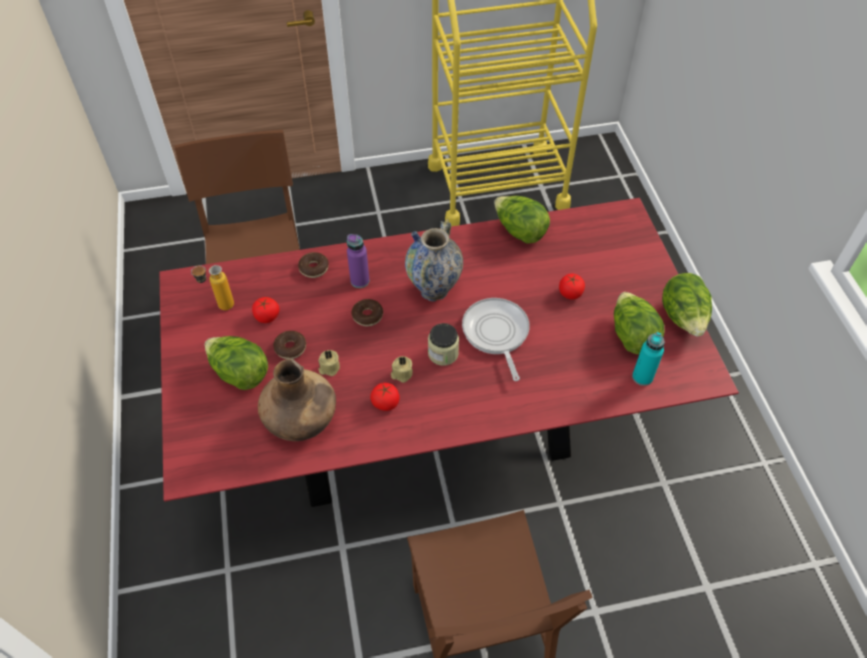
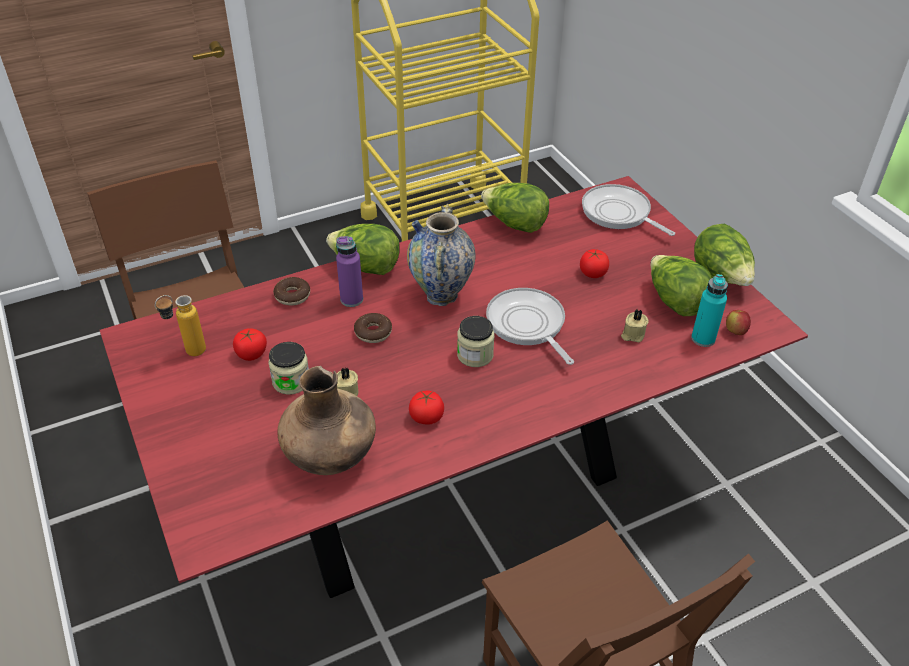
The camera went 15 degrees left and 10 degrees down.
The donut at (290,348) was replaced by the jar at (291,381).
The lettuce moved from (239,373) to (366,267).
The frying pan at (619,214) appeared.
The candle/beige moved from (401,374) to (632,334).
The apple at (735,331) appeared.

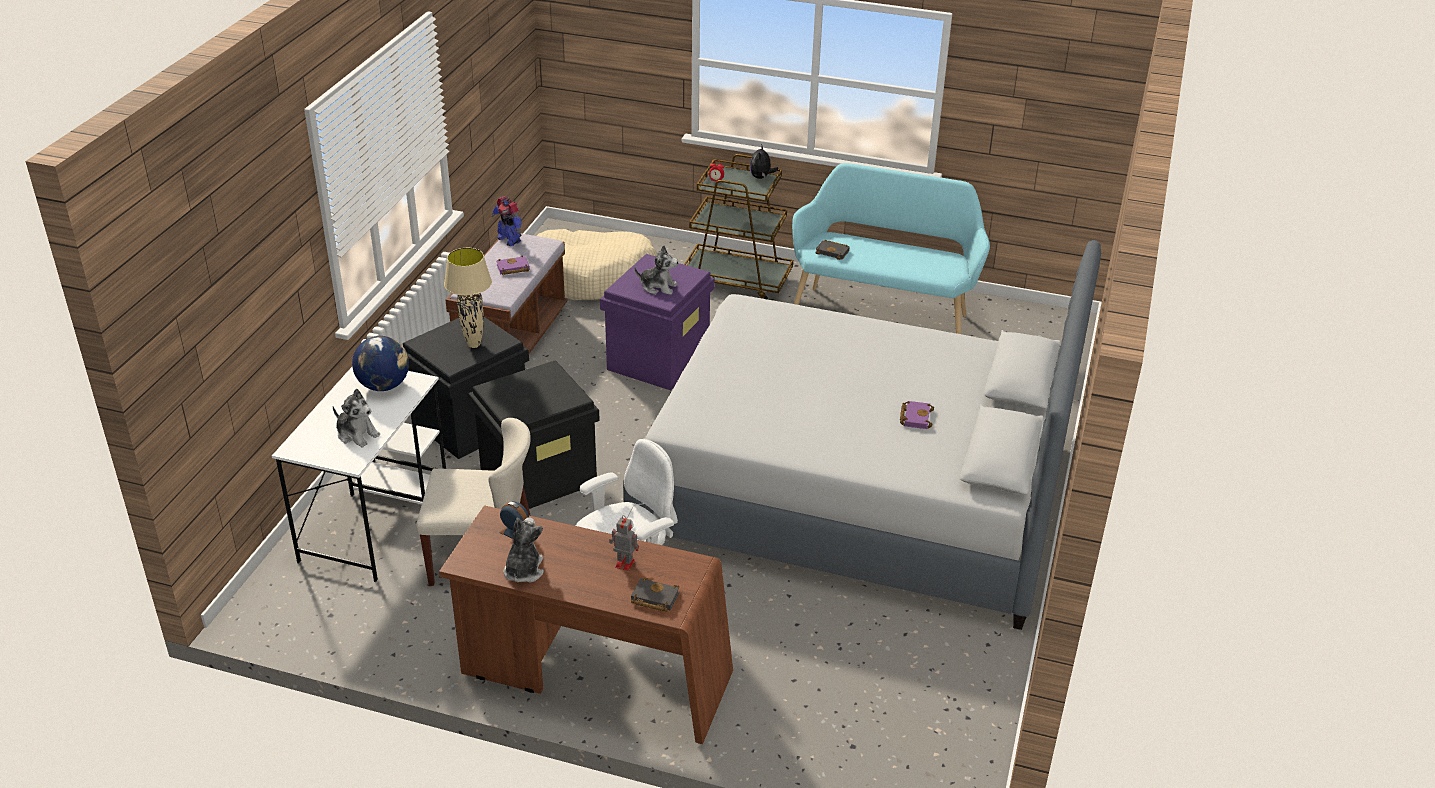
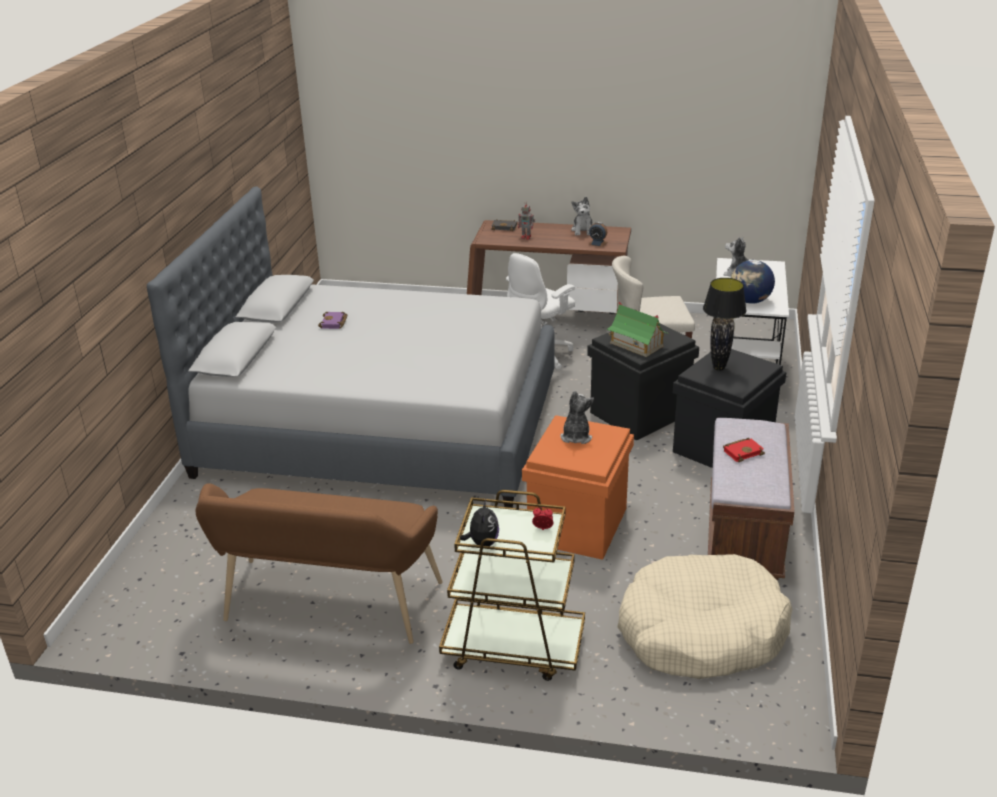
The camera went 175 degrees right and 5 degrees down.
The bench/turquoise at (883,317) became the bench/brown at (327,607).
The storage box/purple at (658,358) became the storage box/orange at (578,526).
The plush toy at (658,287) turned 90 degrees clockwise.
The toy house at (636,344) appeared.
The table lamp/beige at (474,345) became the table lamp/black at (718,368).
The book/purple at (512,269) became the book/red at (743,452).
The toy robot at (509,239) disappeared.
The book/black at (833,252) disappeared.

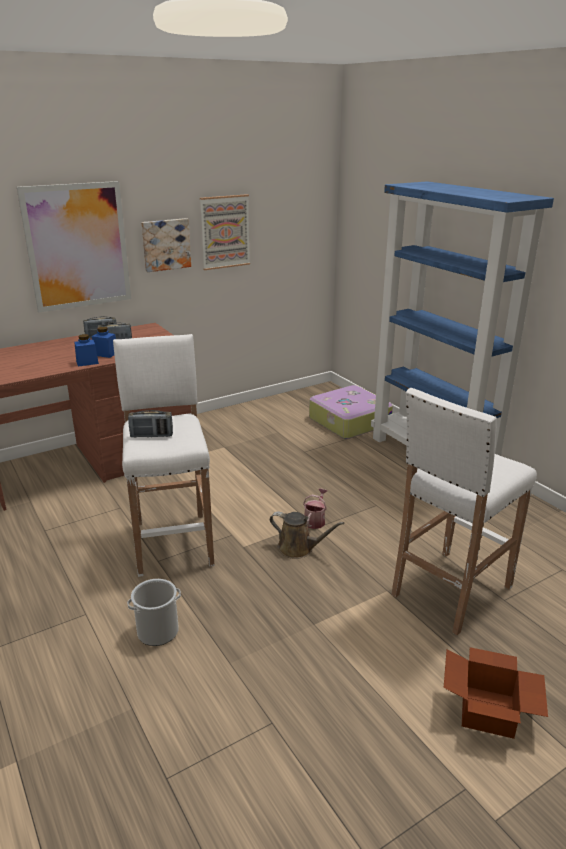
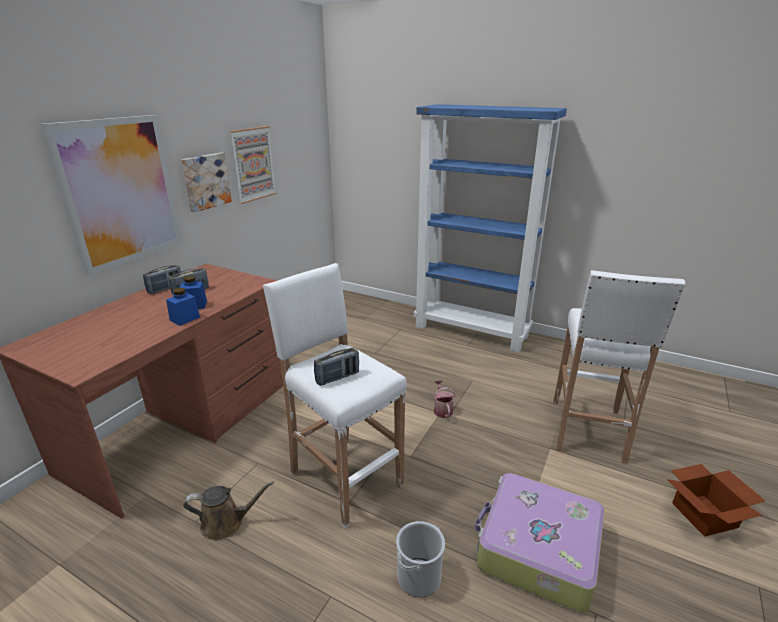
The camera went 30 degrees left and 0 degrees up.
The watering can/brown moved from (298,548) to (226,523).
The suitcase moved from (348,421) to (536,549).

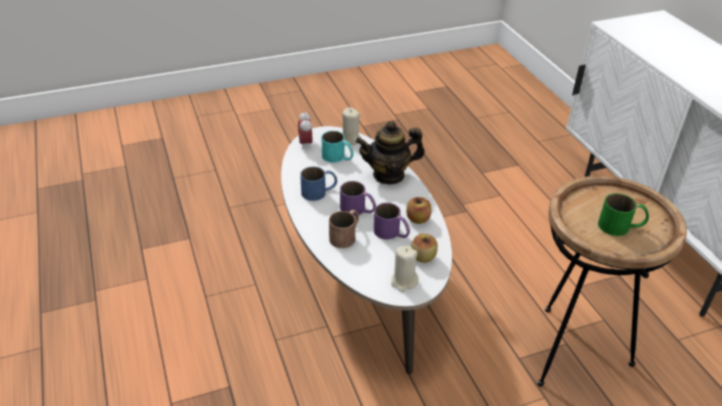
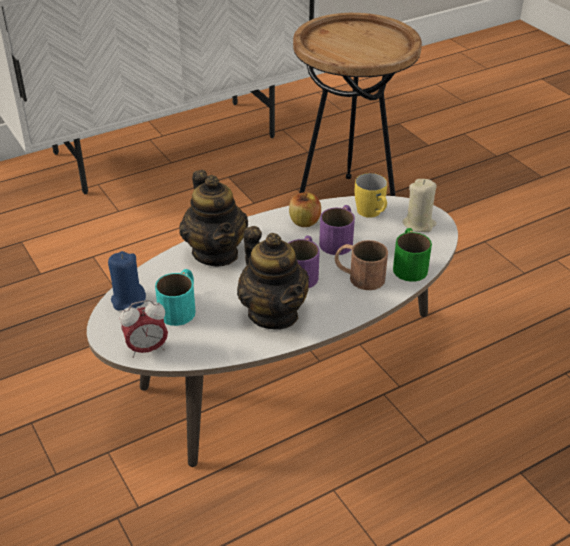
The camera went 100 degrees left and 0 degrees up.
The candle/beige at (350,139) became the candle/blue at (128,300).
The mug/blue at (319,192) was replaced by the teapot at (273,313).
The apple at (423,257) was replaced by the mug/yellow at (372,214).
The mug/green moved from (621,226) to (408,264).

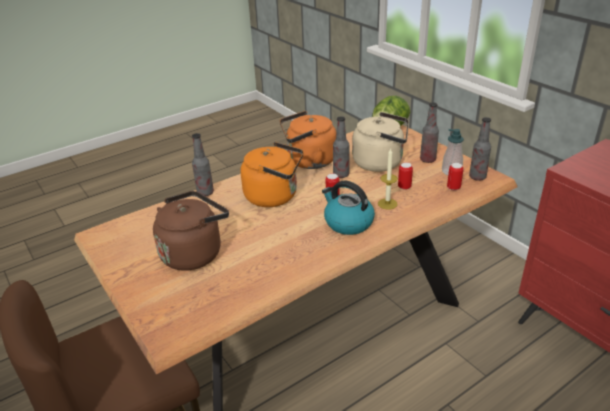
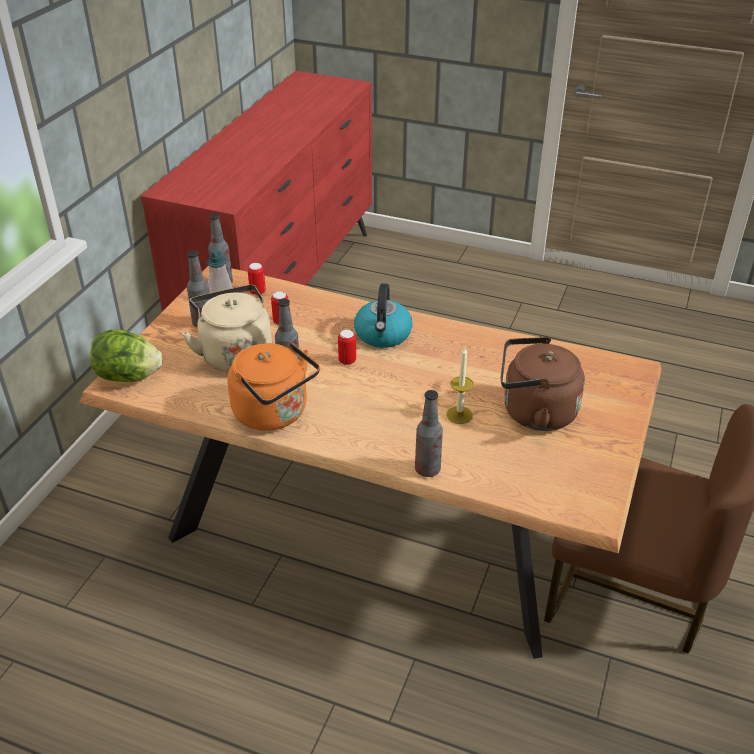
The camera went 125 degrees left and 5 degrees up.
The candle moved from (387,204) to (459,415).
The kettle/orange at (274,196) disappeared.

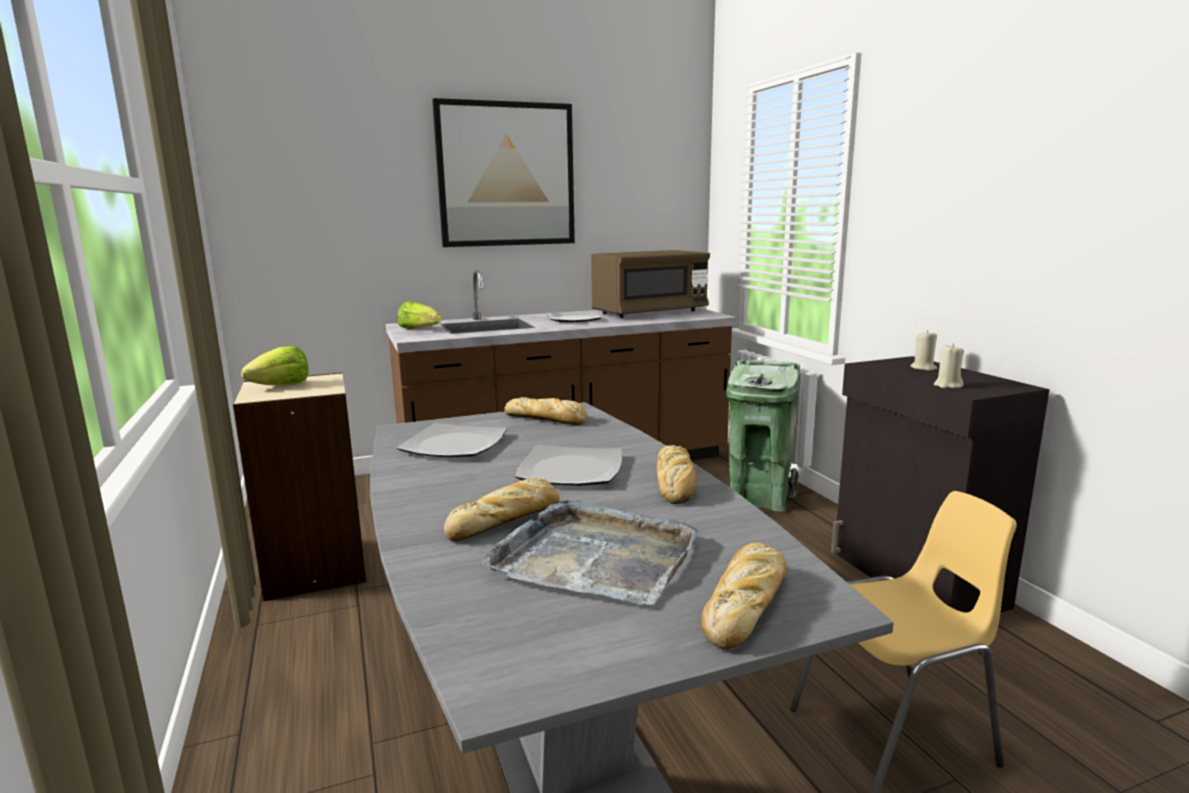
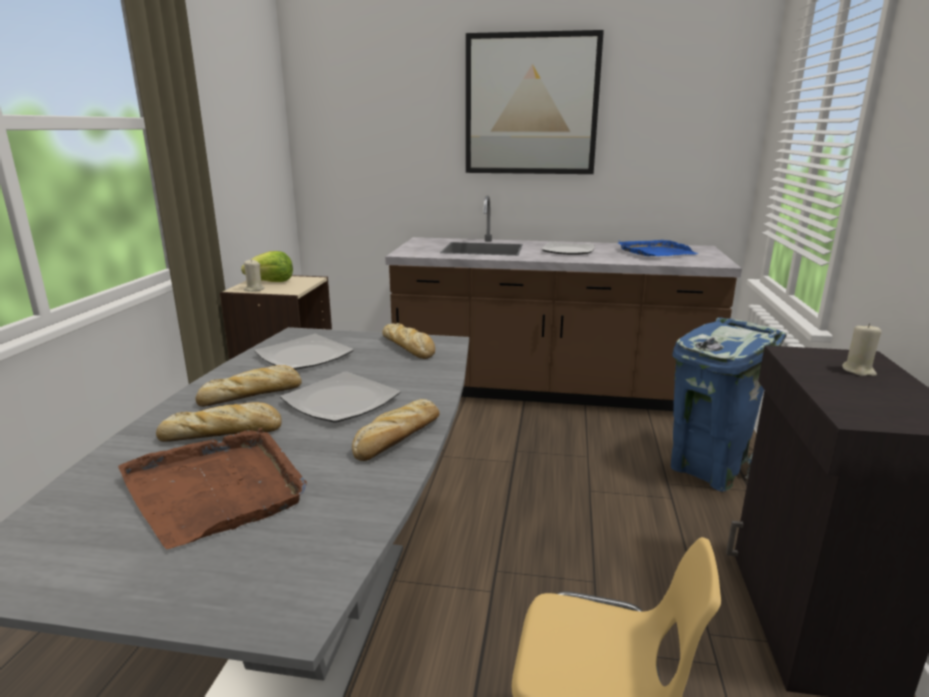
The camera went 30 degrees right and 5 degrees up.
The tray/grey at (595,557) became the tray/brown at (217,489).
The bread moved from (746,602) to (253,394).
The candle/beige moved from (947,385) to (254,289).
The microwave/brown at (650,313) was replaced by the tray/blue at (655,252).
The trash can/green at (759,498) became the trash can/blue at (709,469).
The lettuce at (419,329) disappeared.

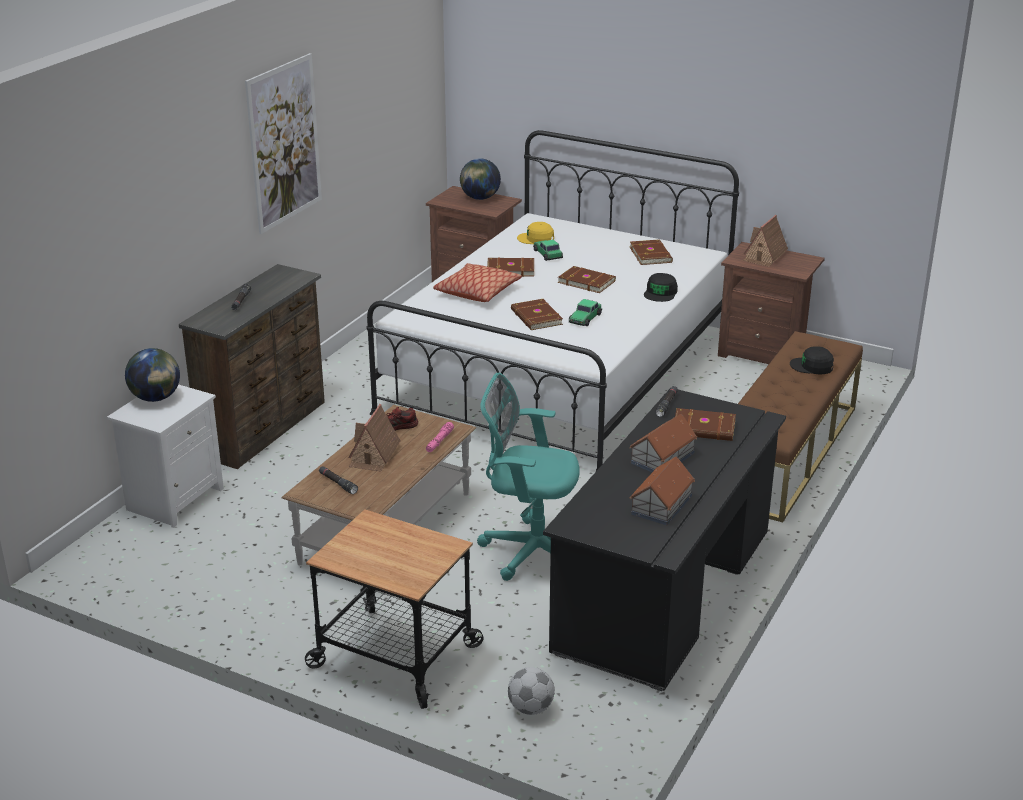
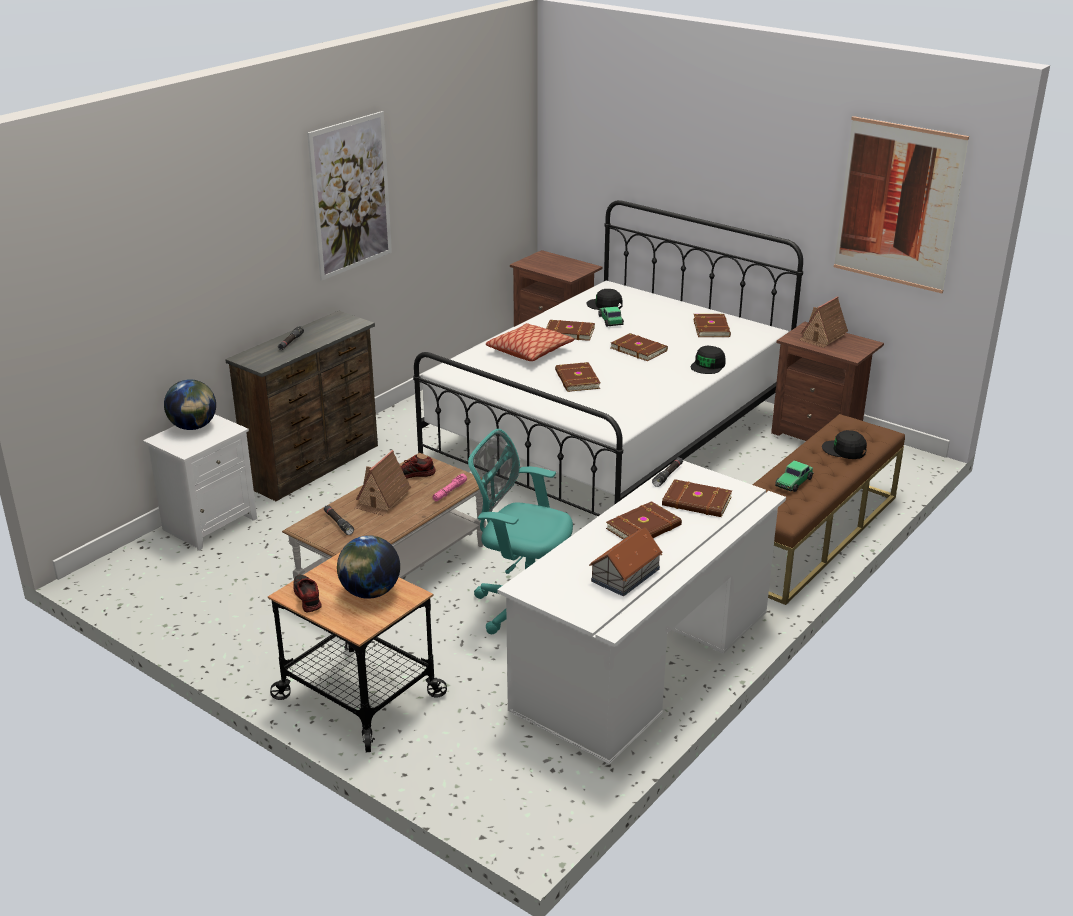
The camera went 10 degrees right and 0 degrees up.
The shoe at (307,598) appeared.
The globe moved from (480,198) to (370,592).
The desk/black at (665,591) became the desk/white at (644,661).
The cap/yellow at (536,239) became the cap/black at (605,305).
The toy house at (663,458) was replaced by the book/brown at (645,527).
The toy car moved from (585,318) to (793,482).
The picture at (898,204) appeared.
The football at (530,708) disappeared.

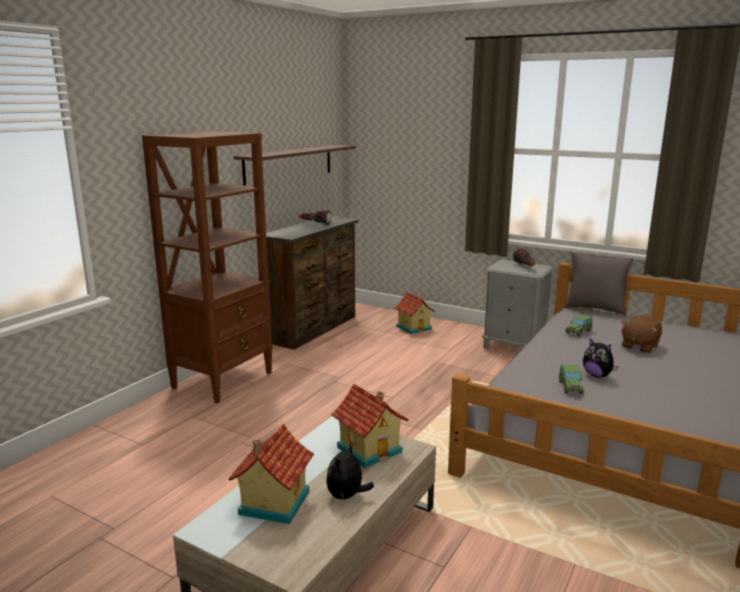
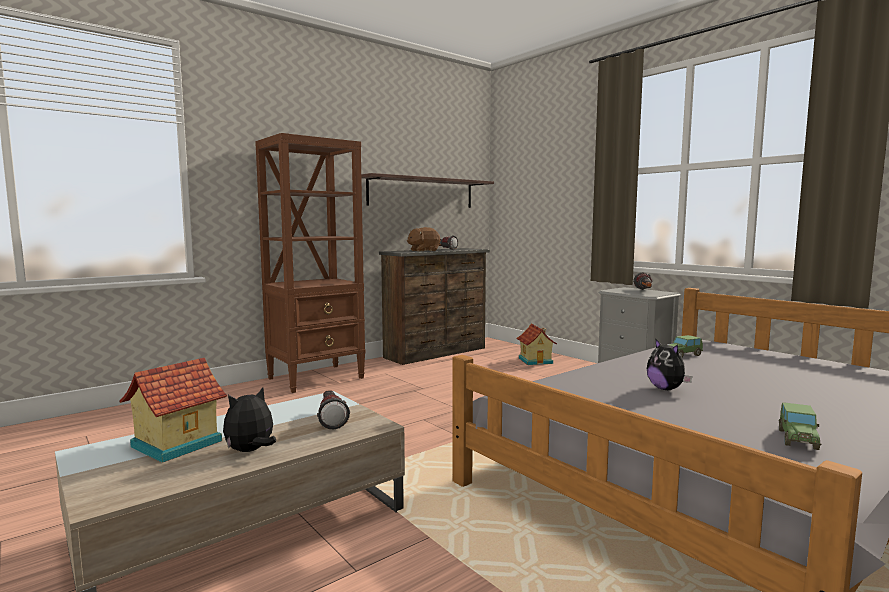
The camera went 20 degrees right and 10 degrees down.
The toy house at (370,449) was replaced by the flashlight at (331,419).
The plush toy/brown moved from (639,346) to (423,251).
The toy car moved from (570,387) to (797,439).
The pillow/grey at (595,309) disappeared.

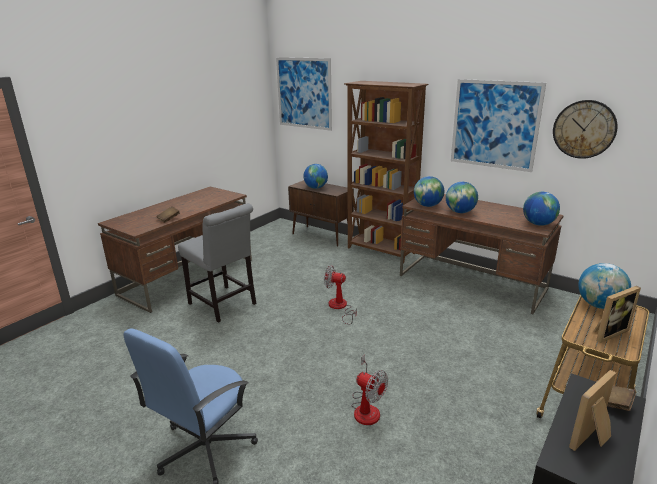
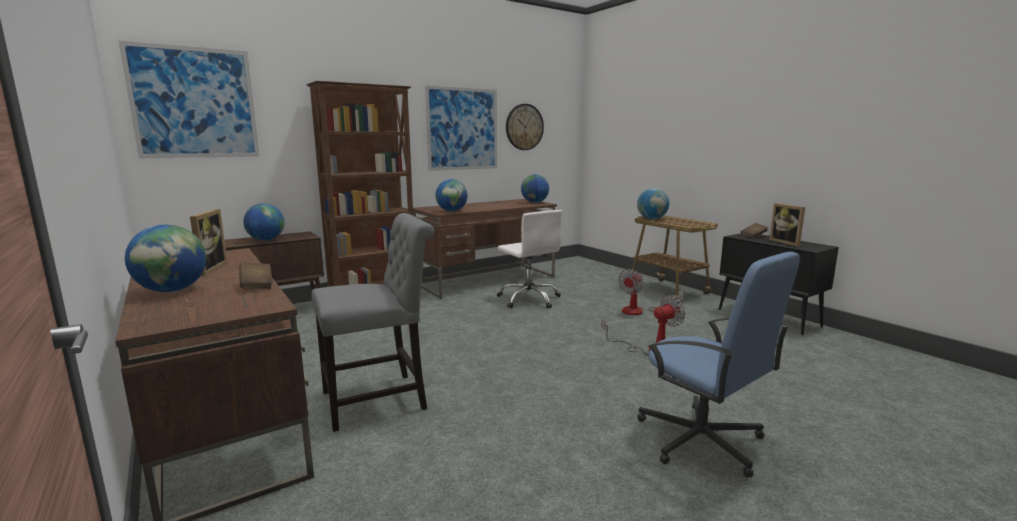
The camera went 70 degrees left and 10 degrees down.
The globe moved from (460,212) to (172,290).
The picture frame moved from (607,332) to (207,269).
The office chair/white at (529,299) appeared.
The fan moved from (340,307) to (640,311).

